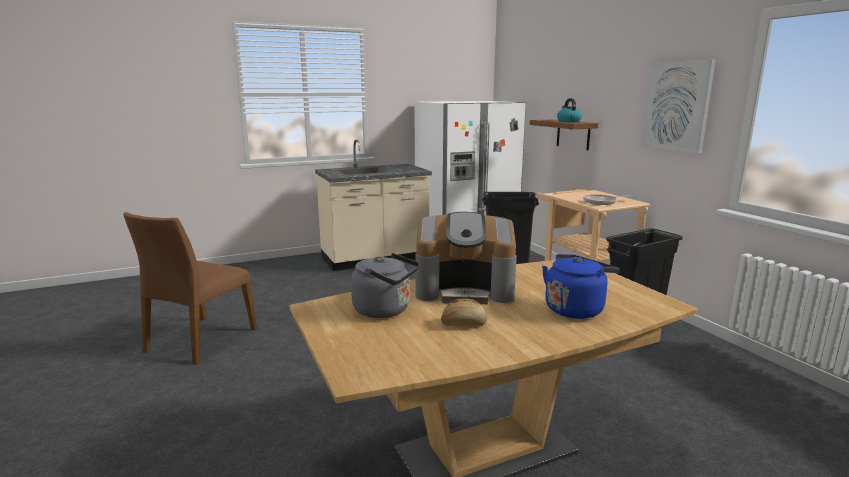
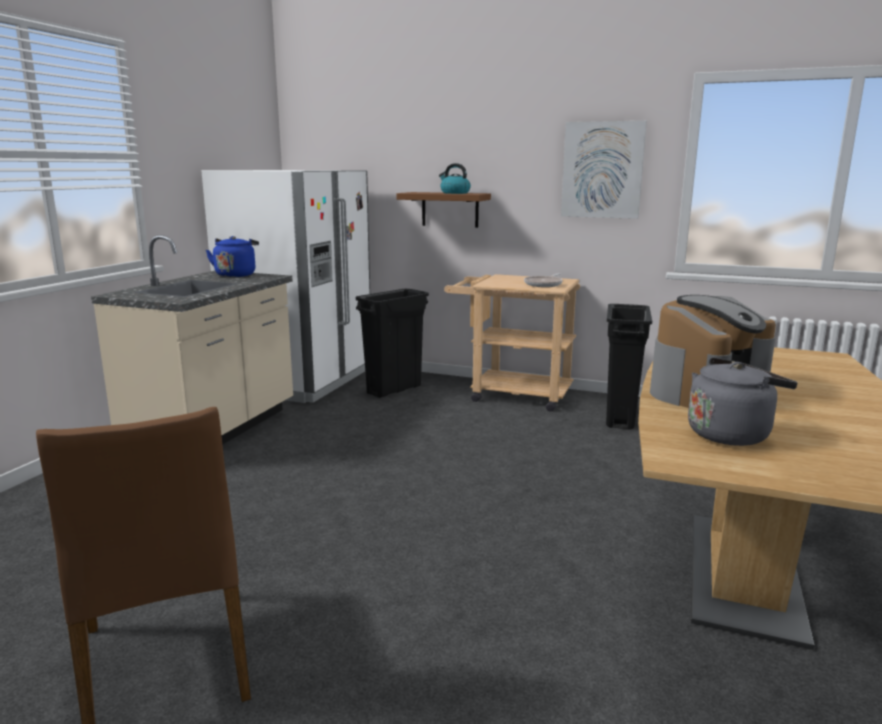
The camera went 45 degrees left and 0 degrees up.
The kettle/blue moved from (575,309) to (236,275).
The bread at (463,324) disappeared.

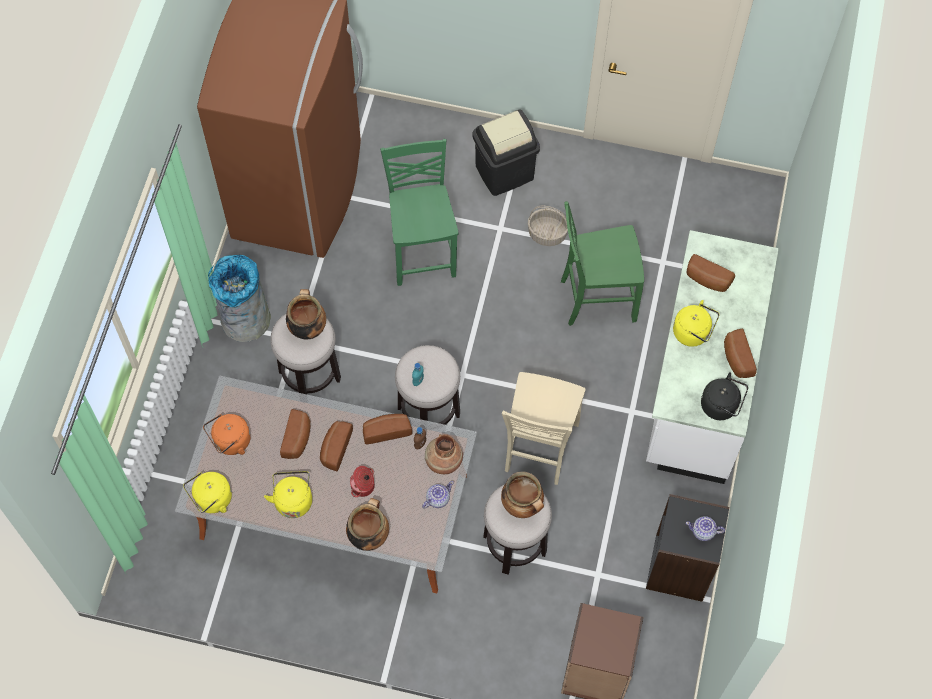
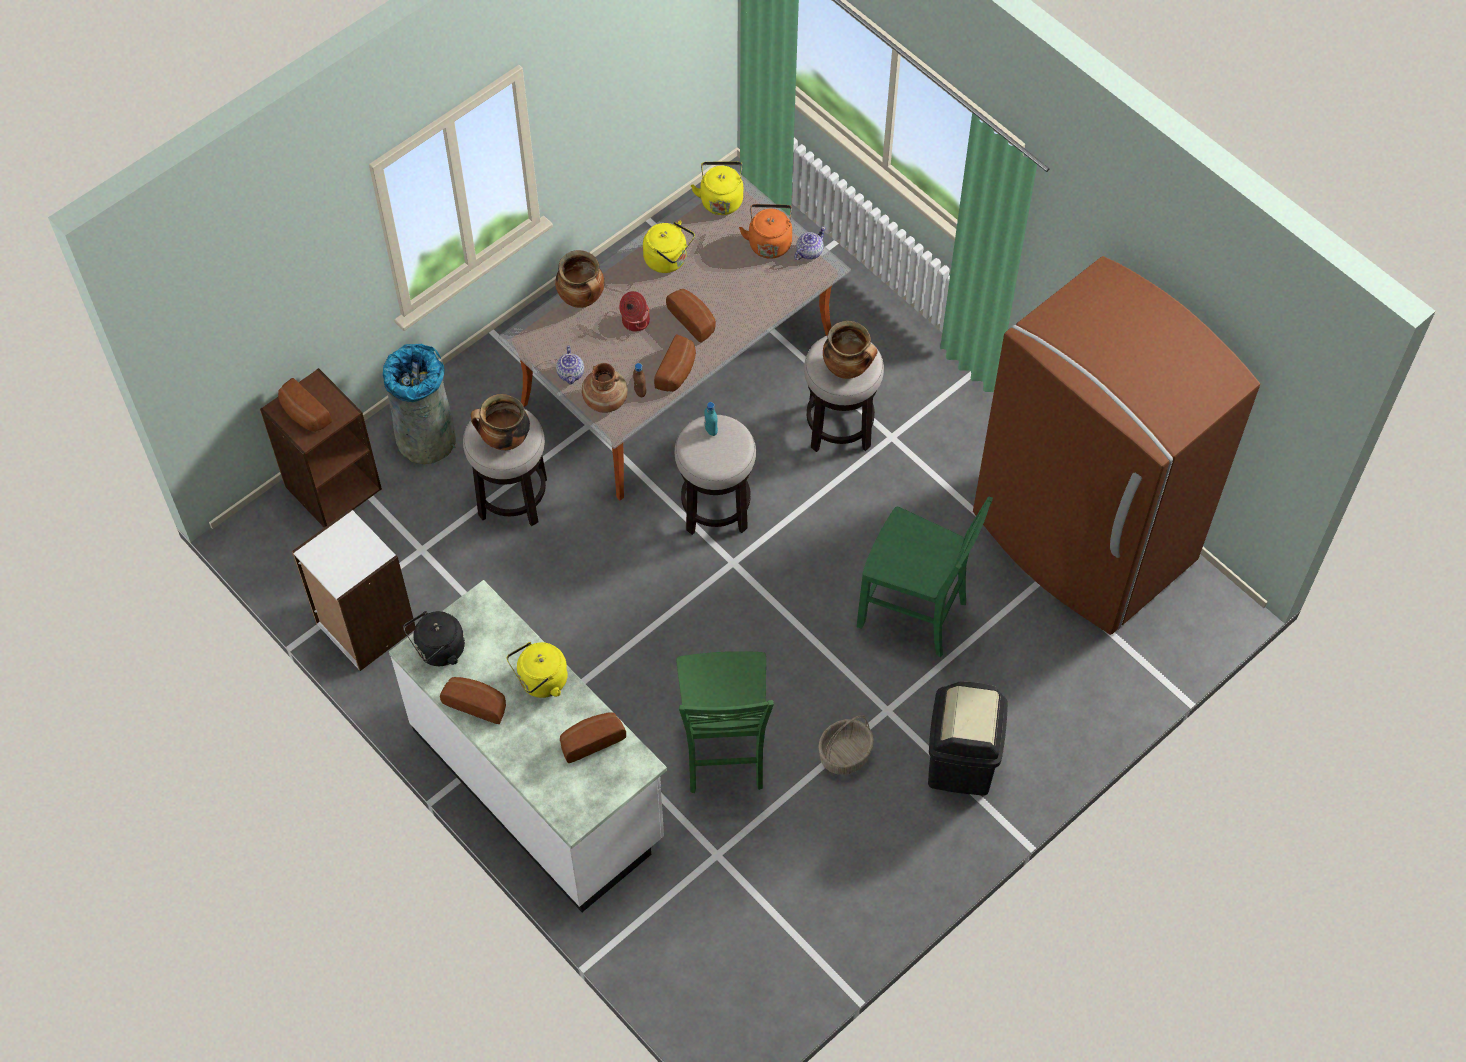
The camera went 125 degrees right and 5 degrees down.
The bread moved from (298,439) to (303,414).
The bookcase/black at (680,568) became the bookcase/white at (364,626).
The trash can/grey moved from (245,320) to (426,436).
The chair/green at (596,298) turned 150 degrees clockwise.
The teapot moved from (703,532) to (809,252).
The chair/beige at (539,448) disappeared.

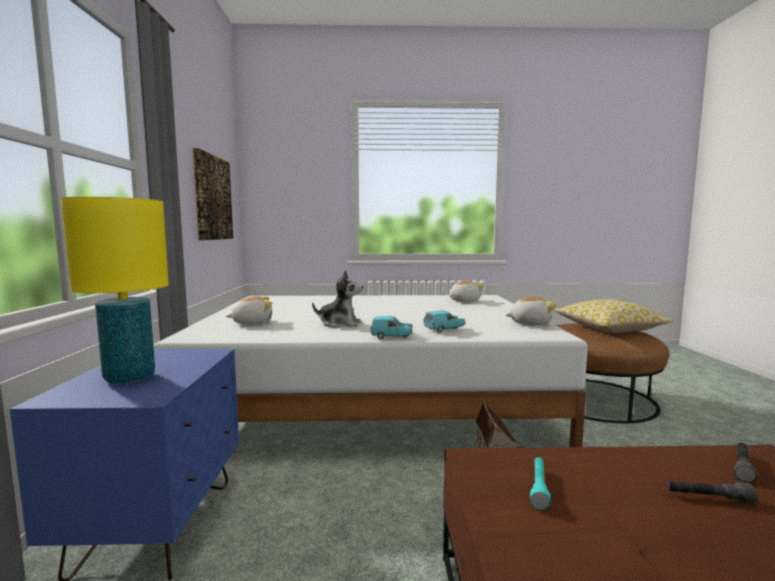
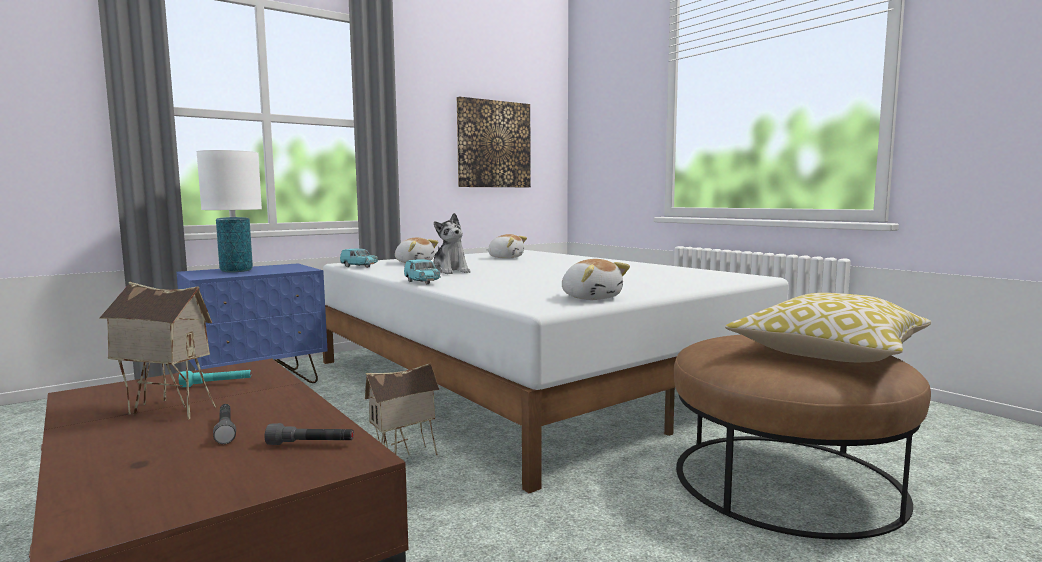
The camera went 55 degrees right and 0 degrees up.
The toy house at (165,410) appeared.
The table lamp/yellow at (130,378) became the table lamp/white at (236,271).
The toy car/turquoise moved from (444,330) to (359,266).
The plush toy moved from (463,301) to (506,258).

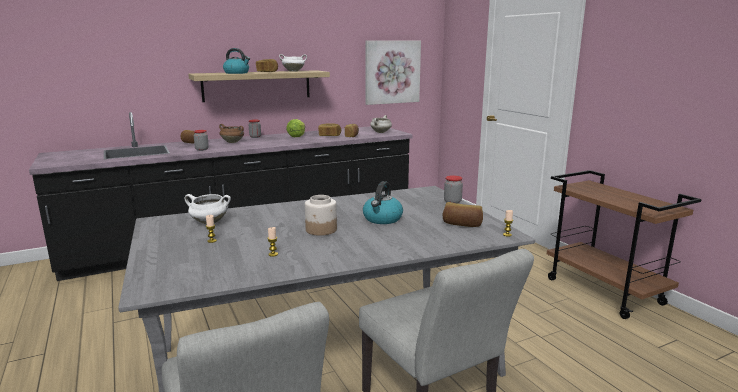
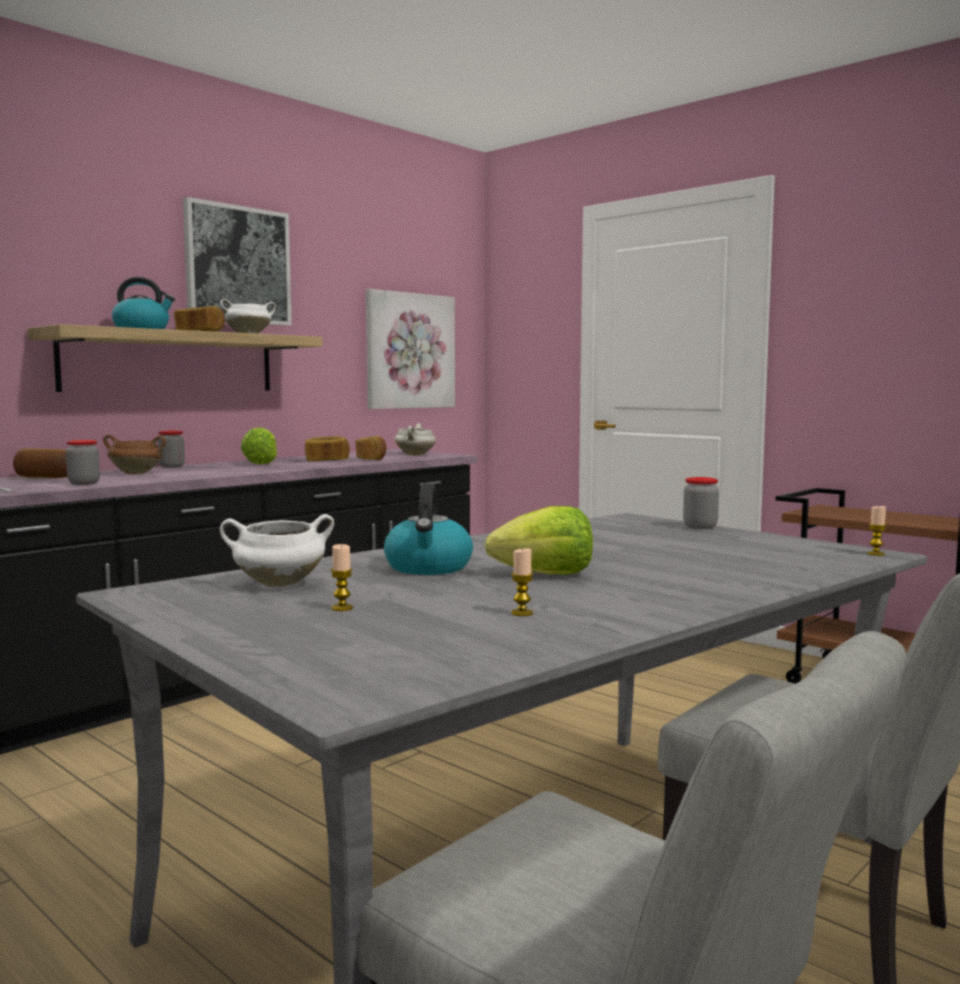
The camera went 20 degrees left and 10 degrees down.
The picture at (237,265) appeared.
The kettle moved from (382,219) to (429,568).
The jar at (321,230) was replaced by the lettuce at (546,574).
The bread at (462,224) disappeared.

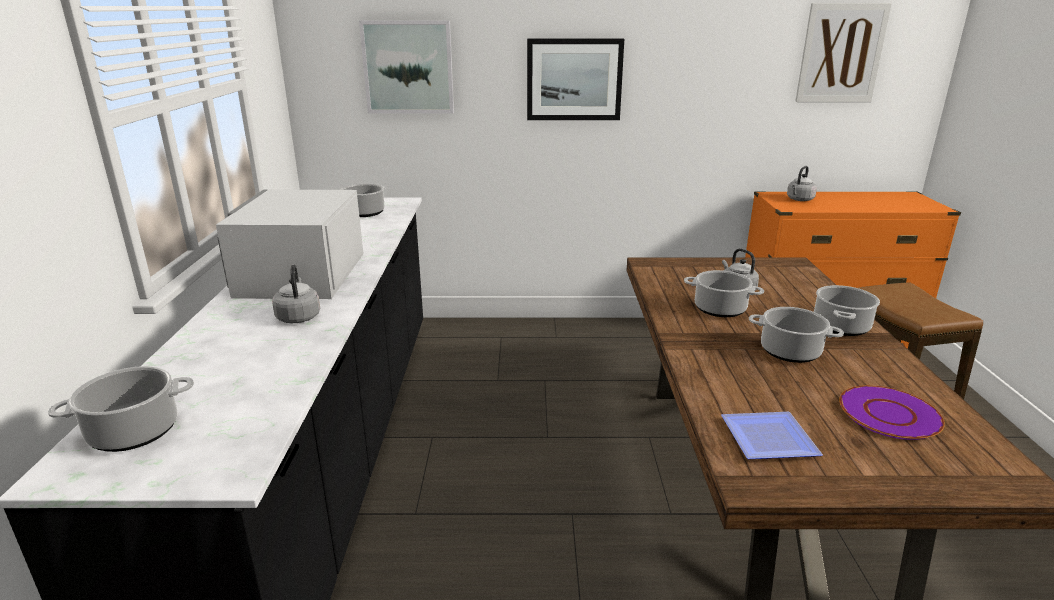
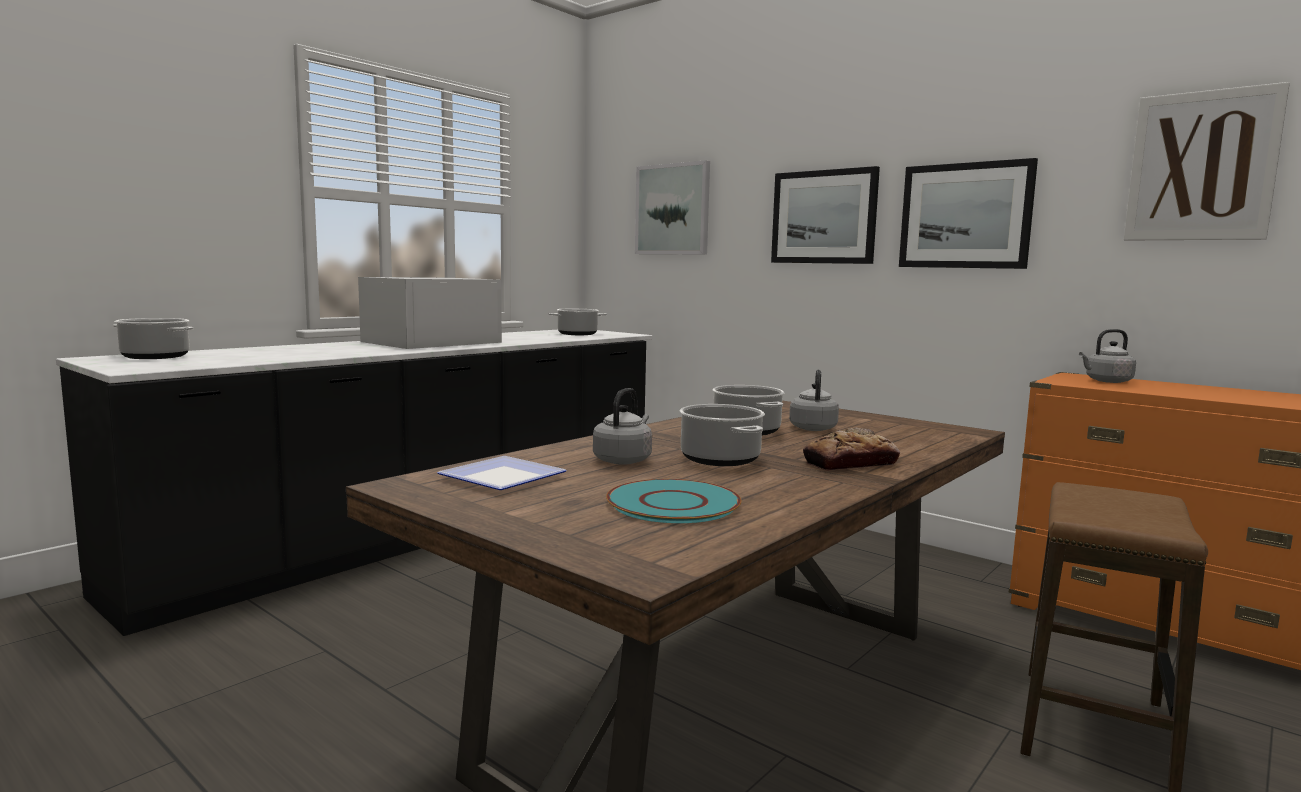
The camera went 40 degrees right and 15 degrees down.
The kettle/grey moved from (298,316) to (624,460).
The plate/purple at (890,414) became the plate/turquoise at (674,504).
The cooking pot at (840,326) was replaced by the bread at (850,463).
The picture at (965,216) appeared.

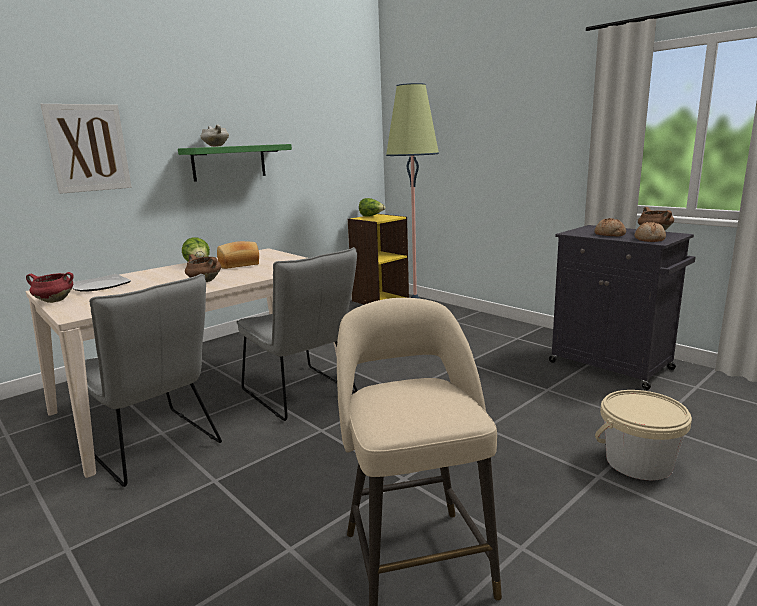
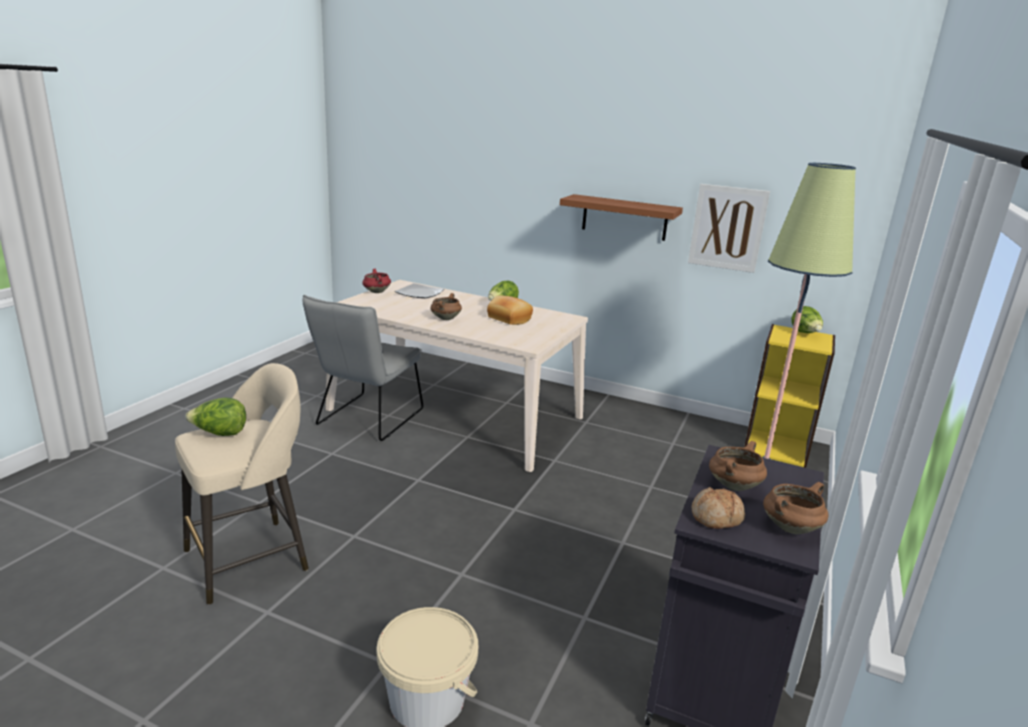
The camera went 65 degrees right and 5 degrees up.
The lettuce at (219,434) appeared.
The shelf/green at (229,162) became the shelf/brown at (624,217).
The picture moved from (88,148) to (727,228).
The bread at (609,234) was replaced by the cooking pot/brown at (733,485).
The cooking pot/white at (215,146) disappeared.
The chair/grey at (303,395) disappeared.

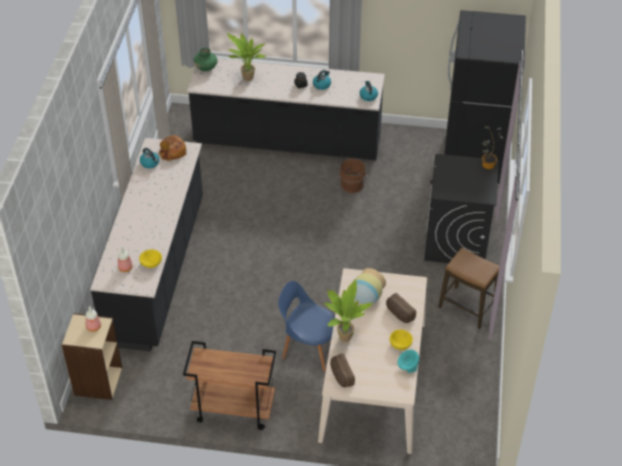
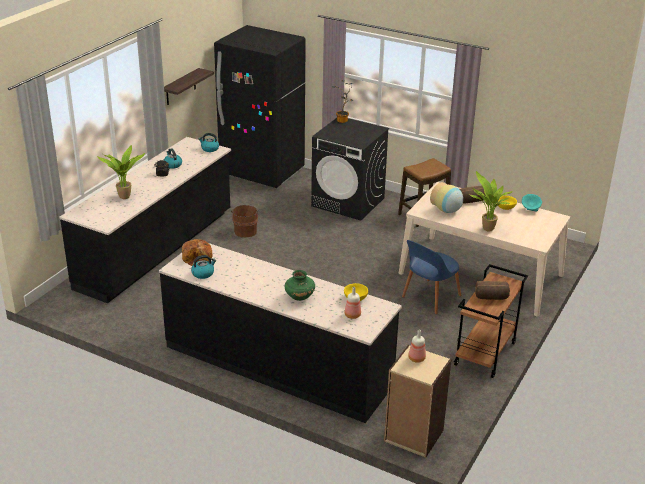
The camera went 70 degrees left and 15 degrees down.
The shelf at (180,87) appeared.
The vase/green moved from (206,68) to (299,297).
The bread moved from (341,376) to (491,297).

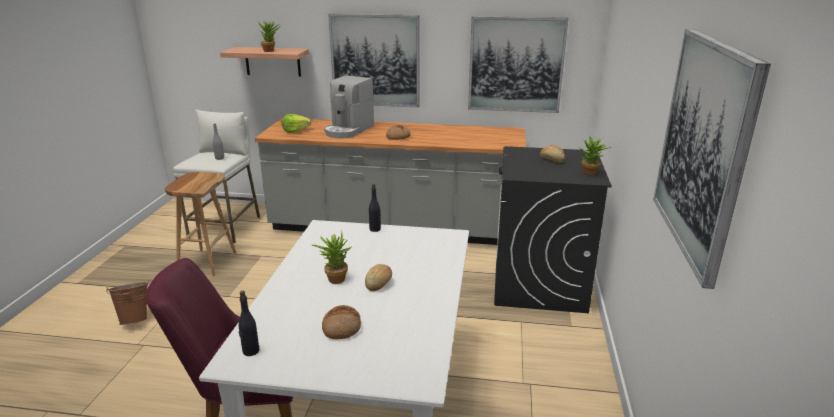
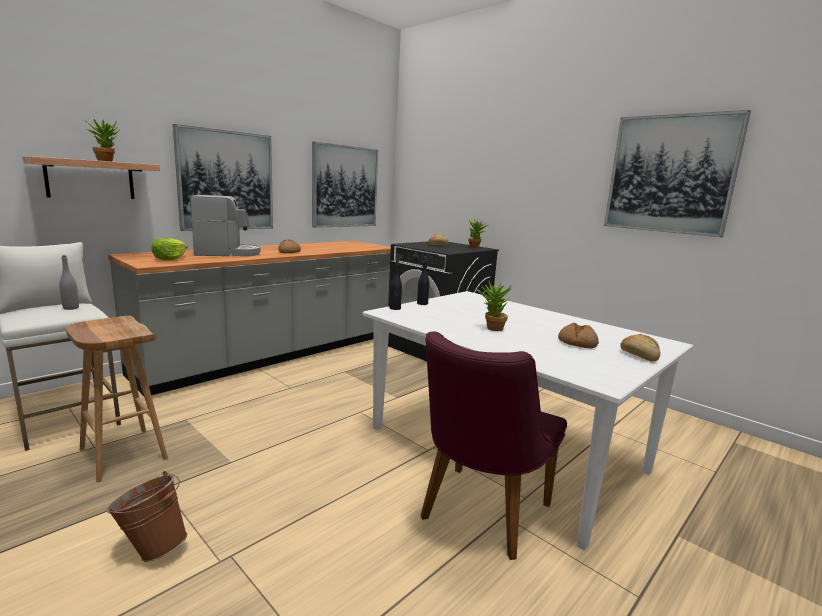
The camera went 55 degrees left and 10 degrees down.
The coffee machine at (348,130) turned 75 degrees counterclockwise.
The bottle/black moved from (250,351) to (395,308).
The bread moved from (379,284) to (639,356).

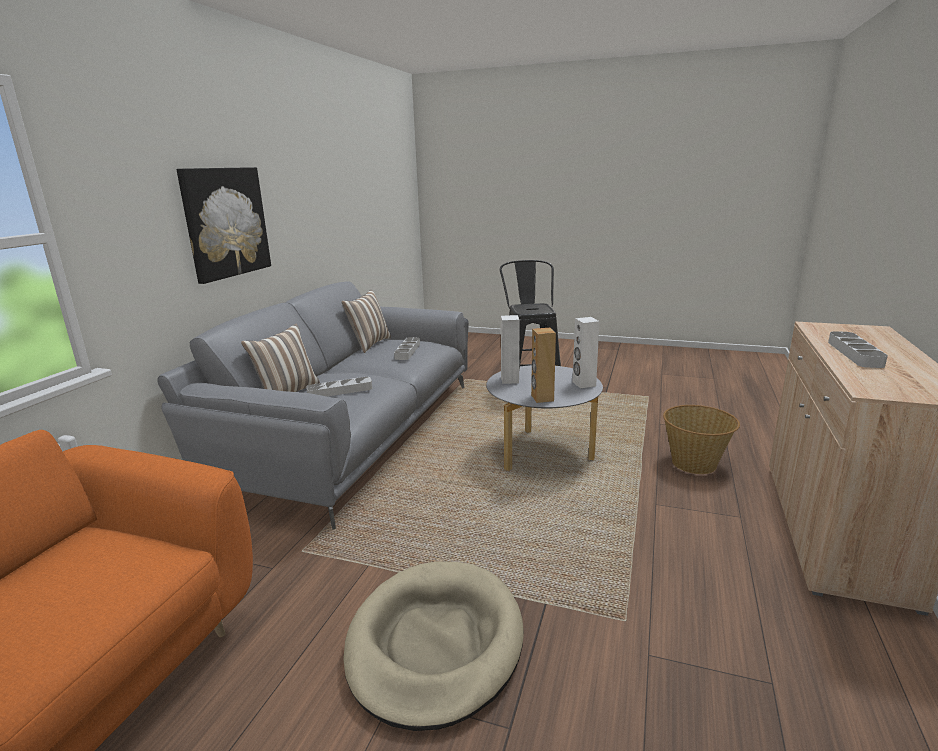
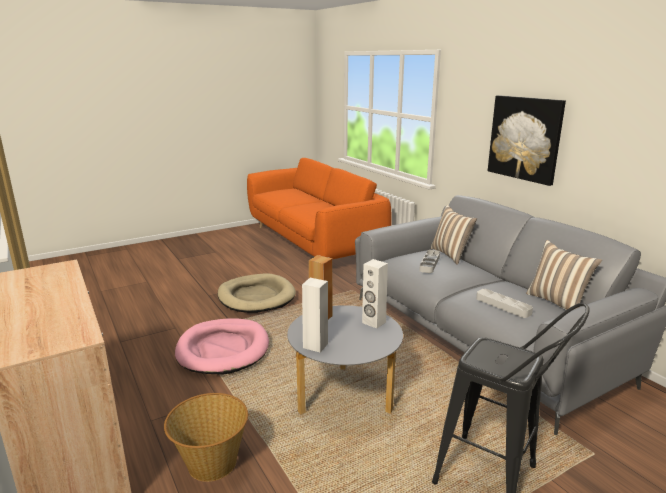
The camera went 130 degrees right and 0 degrees up.
The dog bed/pink at (223,349) appeared.
The tray/grey at (854,353) disappeared.

